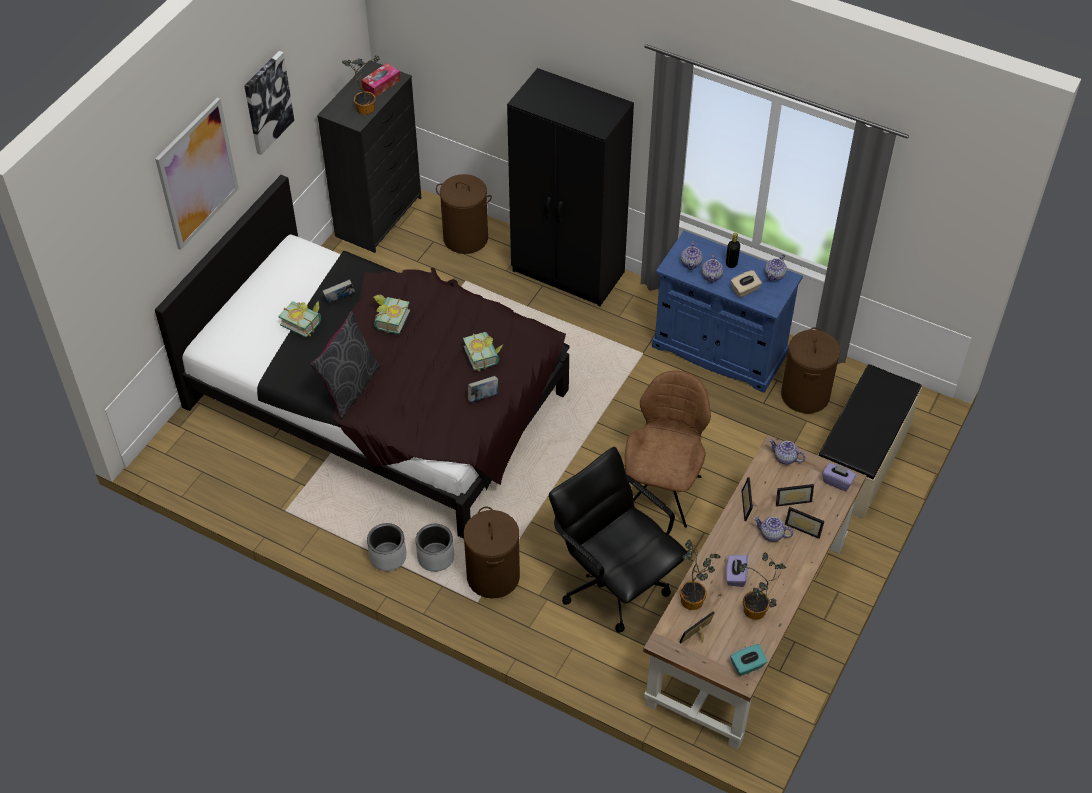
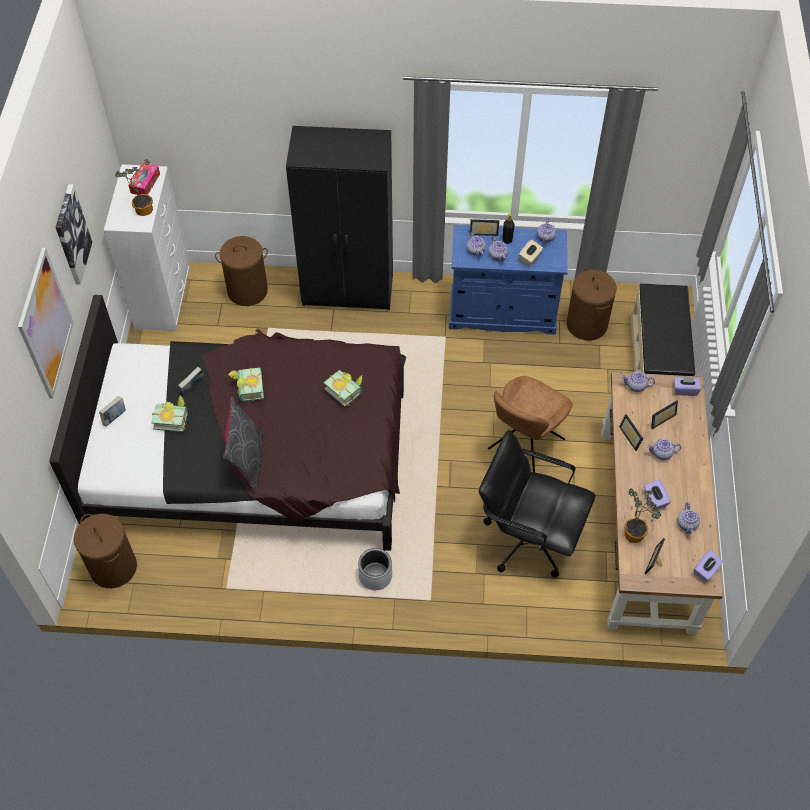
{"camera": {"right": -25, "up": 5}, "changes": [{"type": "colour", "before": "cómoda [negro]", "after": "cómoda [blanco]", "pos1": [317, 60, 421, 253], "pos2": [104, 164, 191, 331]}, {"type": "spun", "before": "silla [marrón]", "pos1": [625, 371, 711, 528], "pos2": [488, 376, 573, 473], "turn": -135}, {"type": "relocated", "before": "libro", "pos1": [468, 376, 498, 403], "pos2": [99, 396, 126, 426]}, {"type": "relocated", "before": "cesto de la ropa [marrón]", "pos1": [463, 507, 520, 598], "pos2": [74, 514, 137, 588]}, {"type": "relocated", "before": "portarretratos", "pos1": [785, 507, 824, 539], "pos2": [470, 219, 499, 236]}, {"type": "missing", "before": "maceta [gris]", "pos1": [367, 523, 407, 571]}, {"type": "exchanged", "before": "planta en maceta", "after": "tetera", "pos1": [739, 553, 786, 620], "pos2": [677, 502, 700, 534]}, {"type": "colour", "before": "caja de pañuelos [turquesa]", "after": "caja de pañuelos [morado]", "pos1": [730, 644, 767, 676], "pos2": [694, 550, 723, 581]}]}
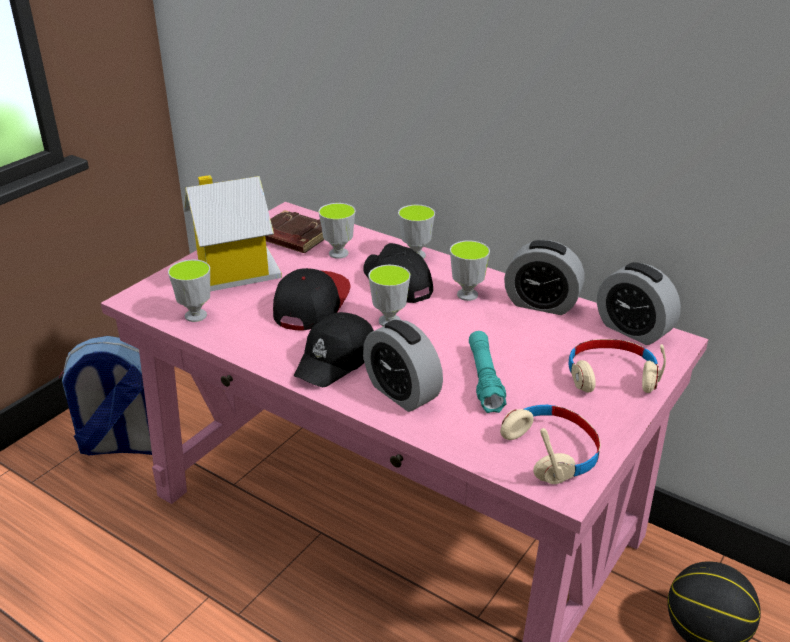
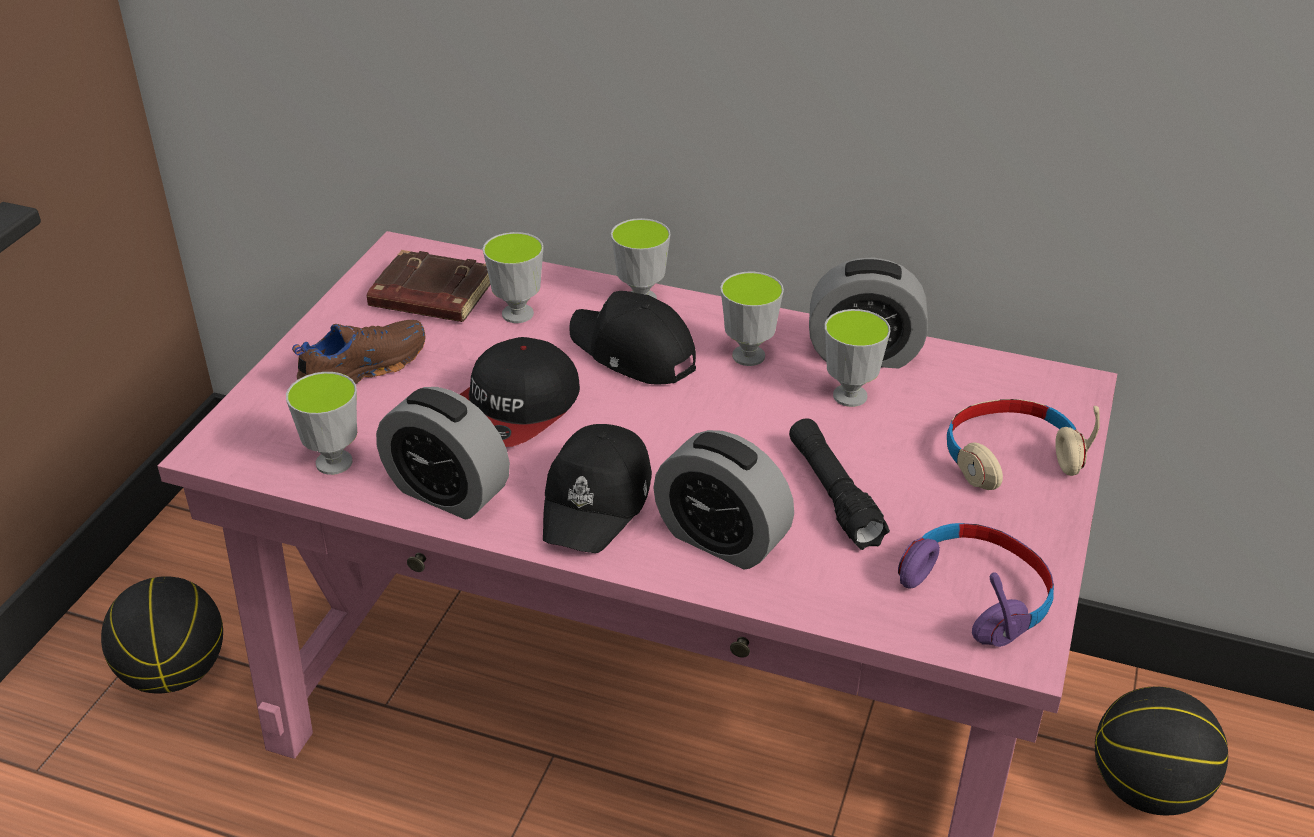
{"camera": {"right": -15, "up": 5}, "changes": [{"type": "exchanged", "before": "casita", "after": "zapato [marrón]", "pos1": [184, 175, 282, 291], "pos2": [292, 320, 425, 384]}, {"type": "relocated", "before": "despertador", "pos1": [597, 262, 681, 345], "pos2": [376, 387, 510, 520]}, {"type": "relocated", "before": "taza", "pos1": [368, 265, 411, 326], "pos2": [825, 309, 890, 407]}, {"type": "spun", "before": "gorra", "pos1": [273, 268, 351, 330], "pos2": [459, 337, 580, 447], "turn": -150}, {"type": "colour", "before": "linterna [turquesa]", "after": "linterna [negro]", "pos1": [469, 331, 507, 413], "pos2": [789, 418, 890, 550]}, {"type": "exchanged", "before": "mochila", "after": "balón de baloncesto", "pos1": [59, 336, 152, 455], "pos2": [101, 576, 223, 693]}, {"type": "colour", "before": "auriculares [beis]", "after": "auriculares [morado]", "pos1": [500, 405, 601, 484], "pos2": [898, 523, 1054, 647]}]}
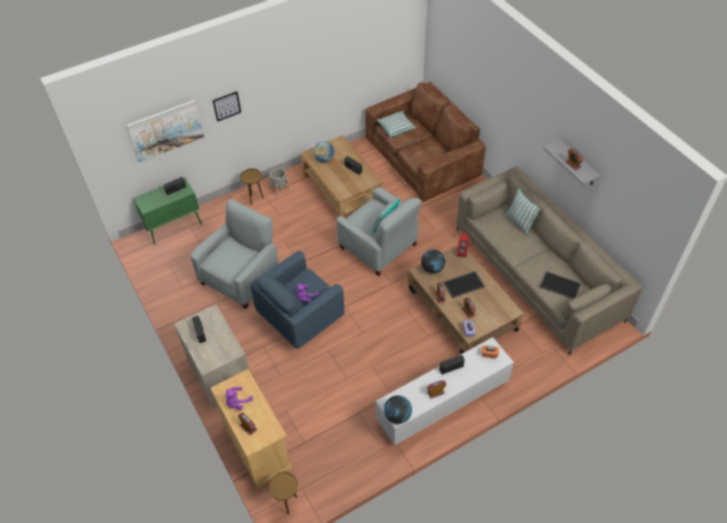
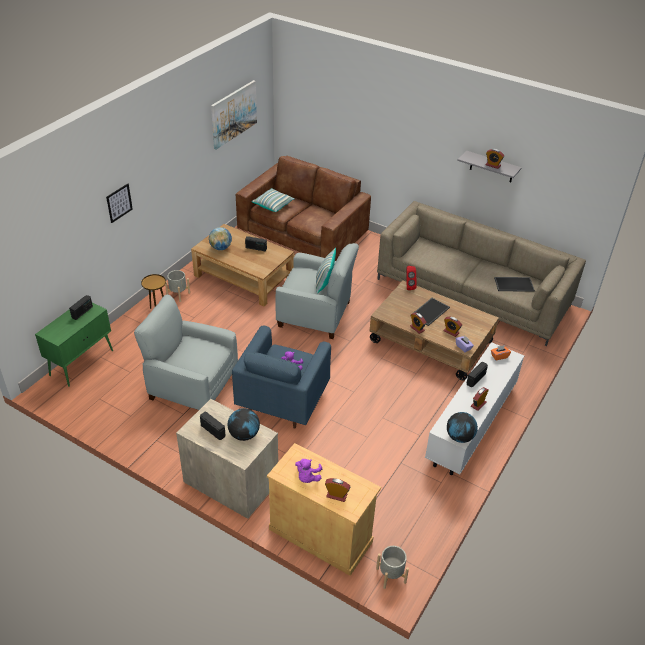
{"camera": {"right": -30, "up": -10}, "changes": [{"type": "relocated", "before": "cuadro", "pos1": [126, 100, 204, 162], "pos2": [211, 80, 257, 150]}, {"type": "missing", "before": "cojín", "pos1": [506, 189, 540, 234]}, {"type": "spun", "before": "sillón [gris]", "pos1": [191, 199, 279, 309], "pos2": [134, 294, 238, 410], "turn": -75}, {"type": "relocated", "before": "globo terráqueo", "pos1": [421, 250, 445, 274], "pos2": [228, 408, 260, 441]}, {"type": "exchanged", "before": "mesa auxiliar [marrón]", "after": "maceta [gris]", "pos1": [269, 472, 298, 515], "pos2": [376, 546, 409, 589]}]}
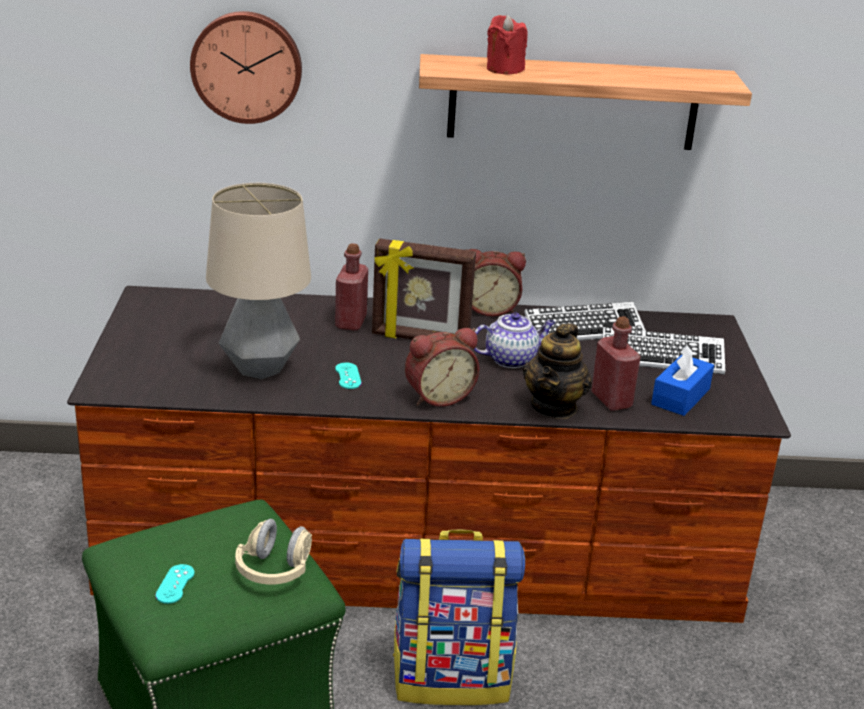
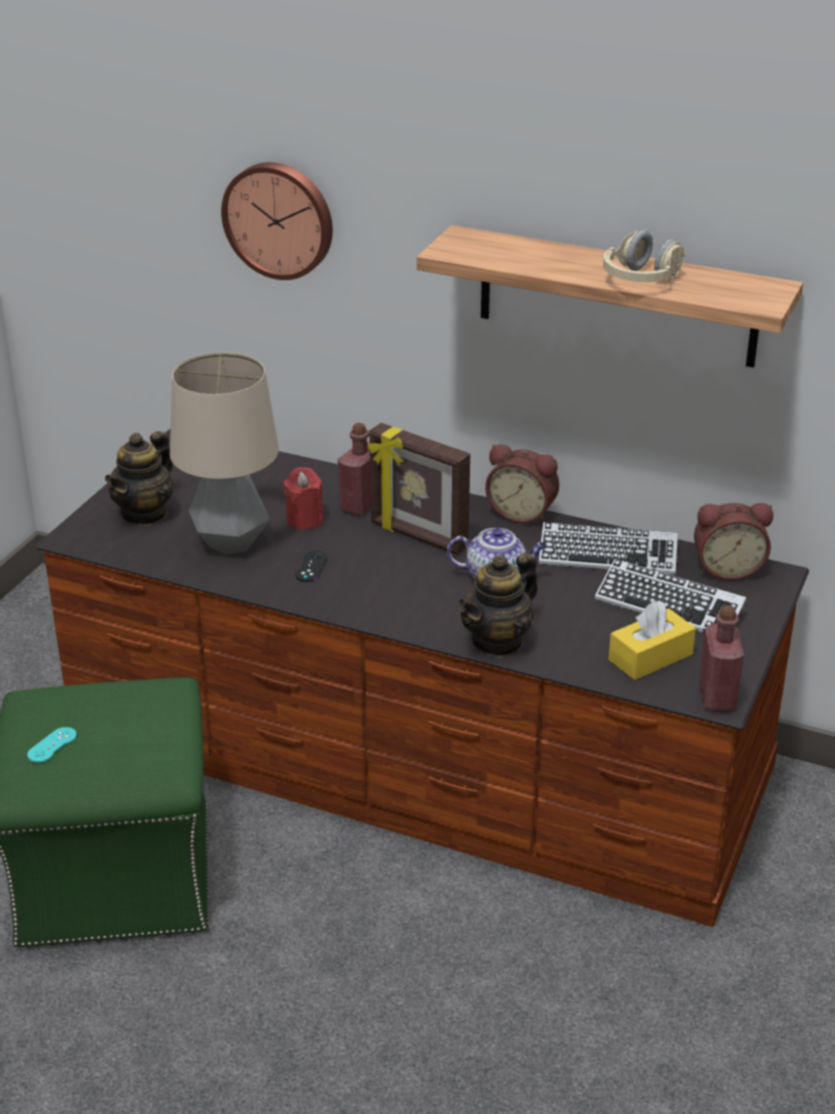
{"camera": {"right": 25, "up": 5}, "changes": [{"type": "relocated", "before": "vela [rojo]", "pos1": [487, 15, 528, 75], "pos2": [283, 467, 324, 529]}, {"type": "relocated", "before": "botella [rojo]", "pos1": [591, 316, 641, 411], "pos2": [699, 605, 744, 711]}, {"type": "relocated", "before": "despertador", "pos1": [405, 328, 480, 407], "pos2": [694, 503, 773, 580]}, {"type": "colour", "before": "caja de pañuelos [azul]", "after": "caja de pañuelos [amarillo]", "pos1": [651, 345, 714, 416], "pos2": [608, 601, 696, 680]}, {"type": "colour", "before": "mando de consola [turquesa]", "after": "mando de consola [negro]", "pos1": [335, 363, 361, 389], "pos2": [295, 551, 327, 582]}, {"type": "relocated", "before": "auriculares [beis]", "pos1": [235, 519, 312, 585], "pos2": [603, 230, 686, 282]}, {"type": "missing", "before": "mochila", "pos1": [393, 530, 525, 705]}, {"type": "appeared", "after": "tetera", "pos2": [105, 431, 173, 526]}]}
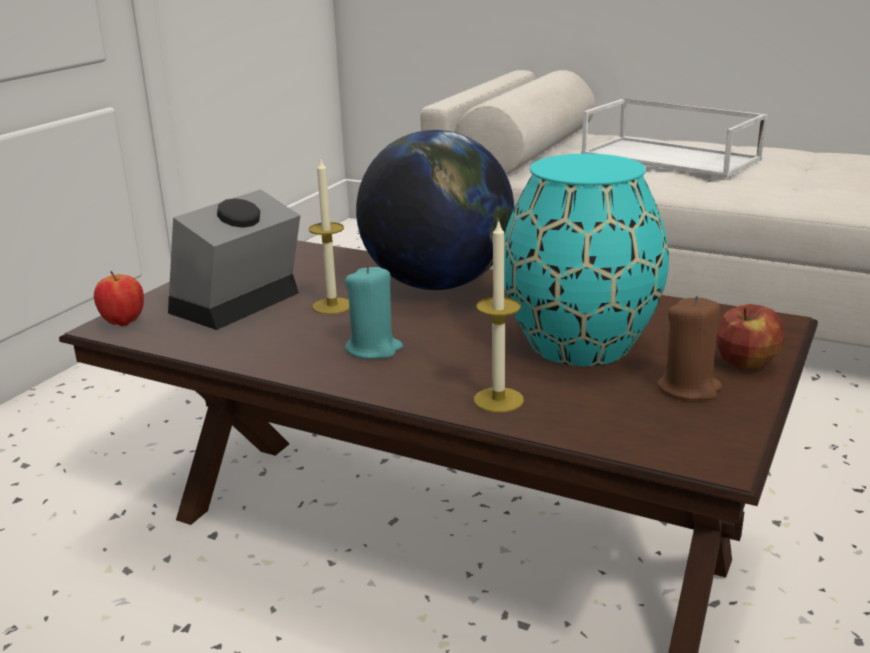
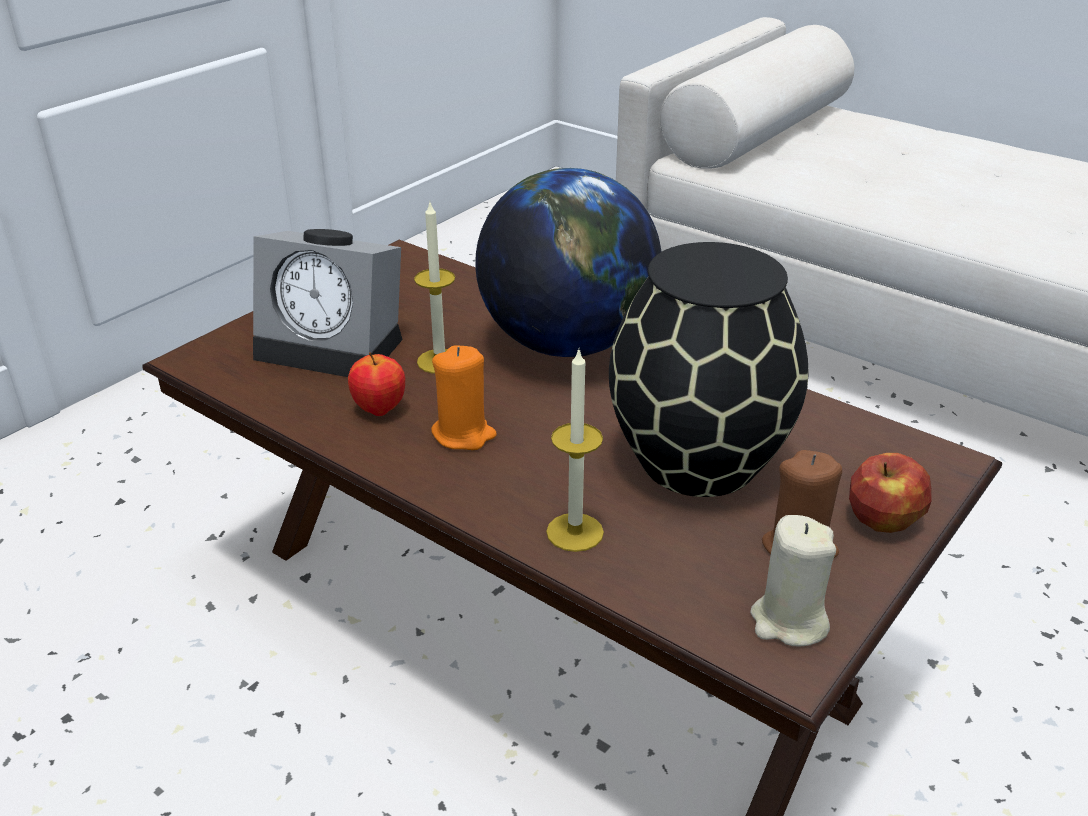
{"camera": {"right": 10, "up": 10}, "changes": [{"type": "missing", "before": "bandeja [blanco]", "pos1": [581, 99, 767, 178]}, {"type": "colour", "before": "florero [turquesa]", "after": "florero [negro]", "pos1": [504, 154, 669, 366], "pos2": [609, 242, 809, 497]}, {"type": "spun", "before": "despertador", "pos1": [168, 189, 300, 330], "pos2": [253, 229, 403, 377], "turn": -120}, {"type": "colour", "before": "vela [turquesa]", "after": "vela [naranja]", "pos1": [345, 265, 403, 359], "pos2": [431, 345, 497, 450]}, {"type": "relocated", "before": "manzana", "pos1": [94, 271, 144, 326], "pos2": [348, 352, 405, 416]}, {"type": "appeared", "after": "vela [beis]", "pos2": [750, 515, 836, 646]}]}
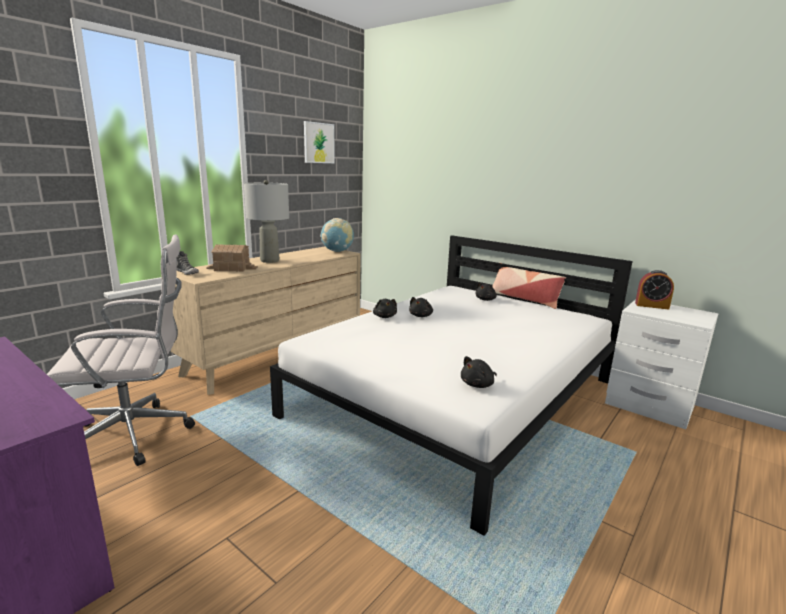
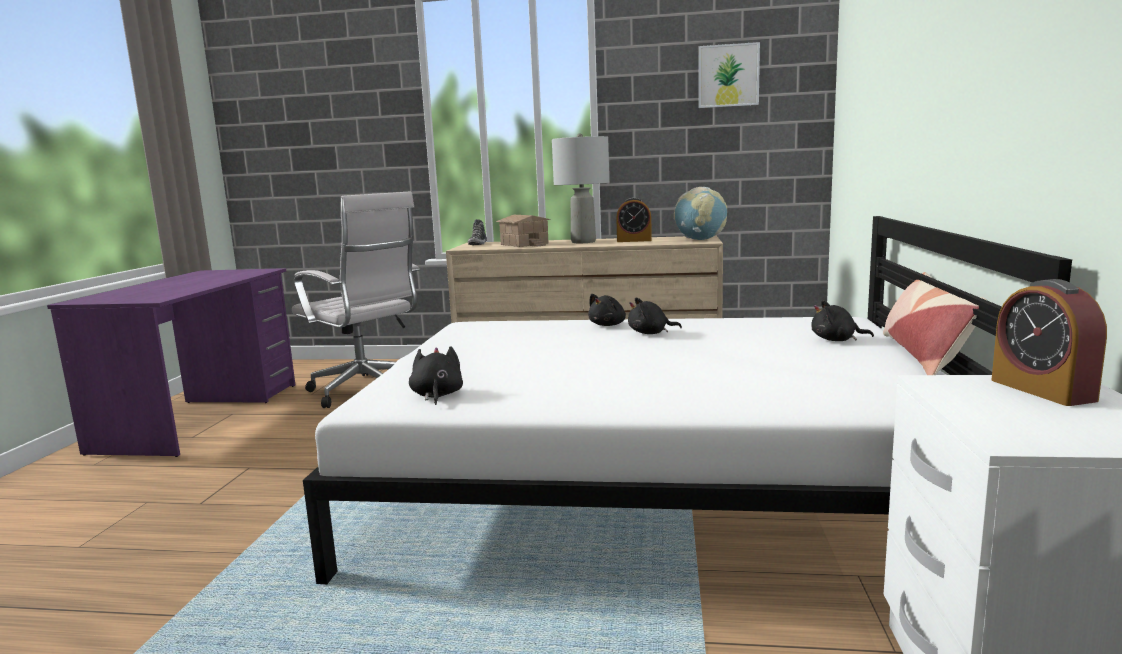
{"camera": {"right": 60, "up": -5}, "changes": [{"type": "spun", "before": "peluche [negro]", "pos1": [461, 356, 497, 388], "pos2": [409, 346, 463, 405], "turn": 60}, {"type": "appeared", "after": "despertador", "pos2": [616, 197, 652, 242]}]}
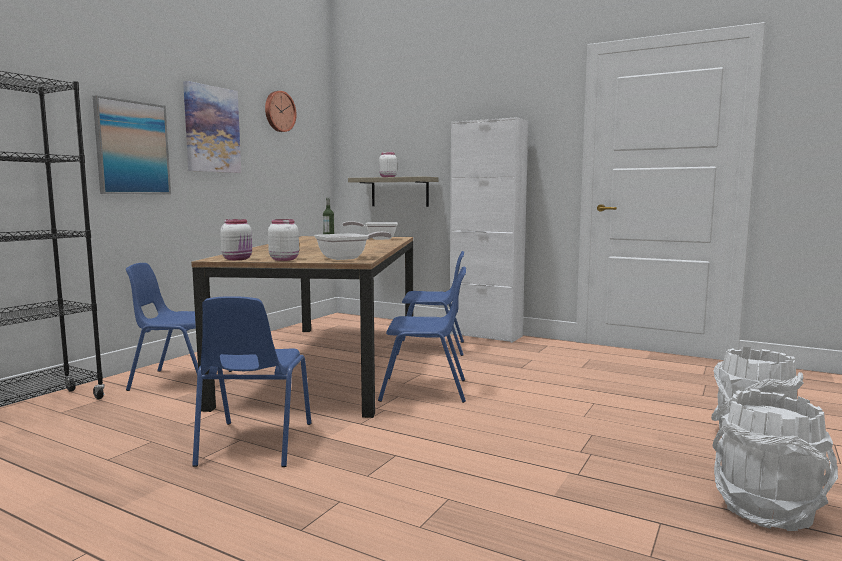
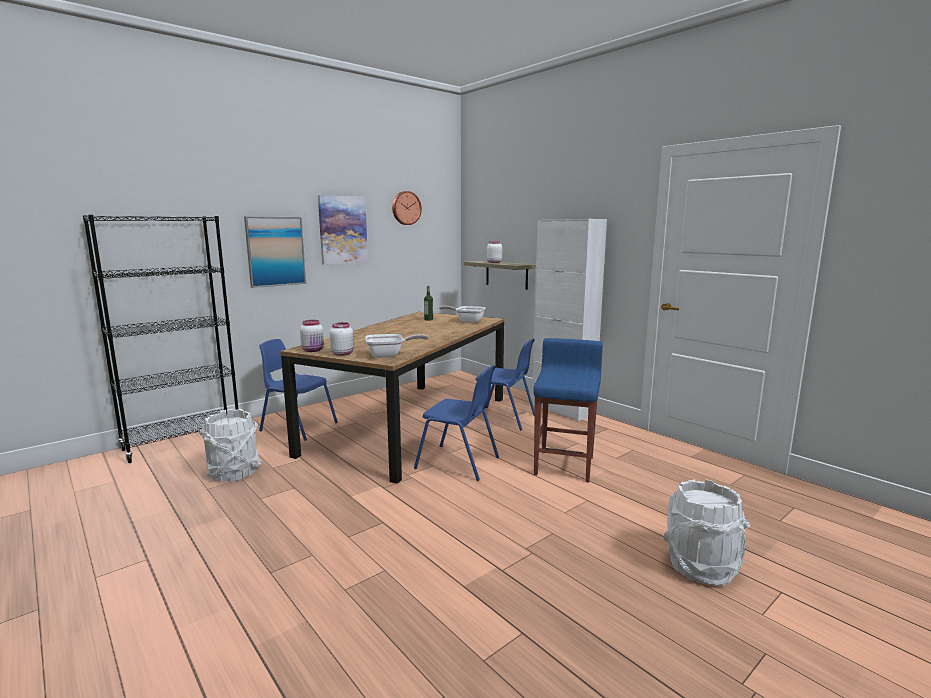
{"camera": {"right": 20, "up": 5}, "changes": [{"type": "missing", "before": "silla [azul]", "pos1": [192, 296, 311, 467]}, {"type": "relocated", "before": "cubo [blanco]", "pos1": [712, 389, 838, 531], "pos2": [200, 409, 261, 482]}, {"type": "appeared", "after": "taburete [azul]", "pos2": [533, 338, 603, 482]}]}
